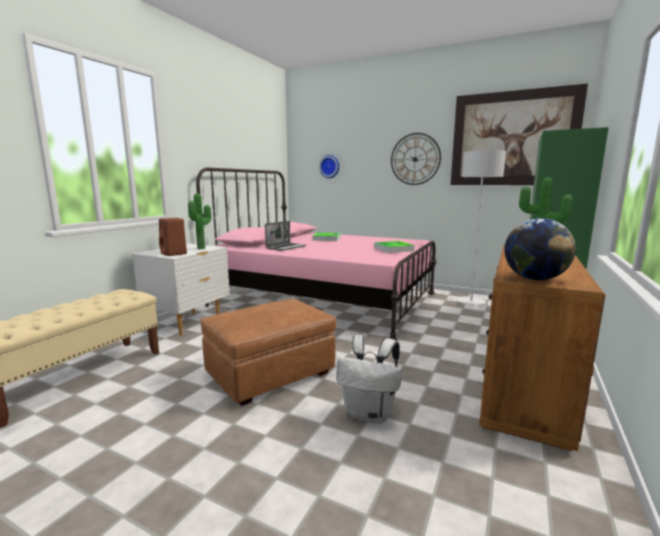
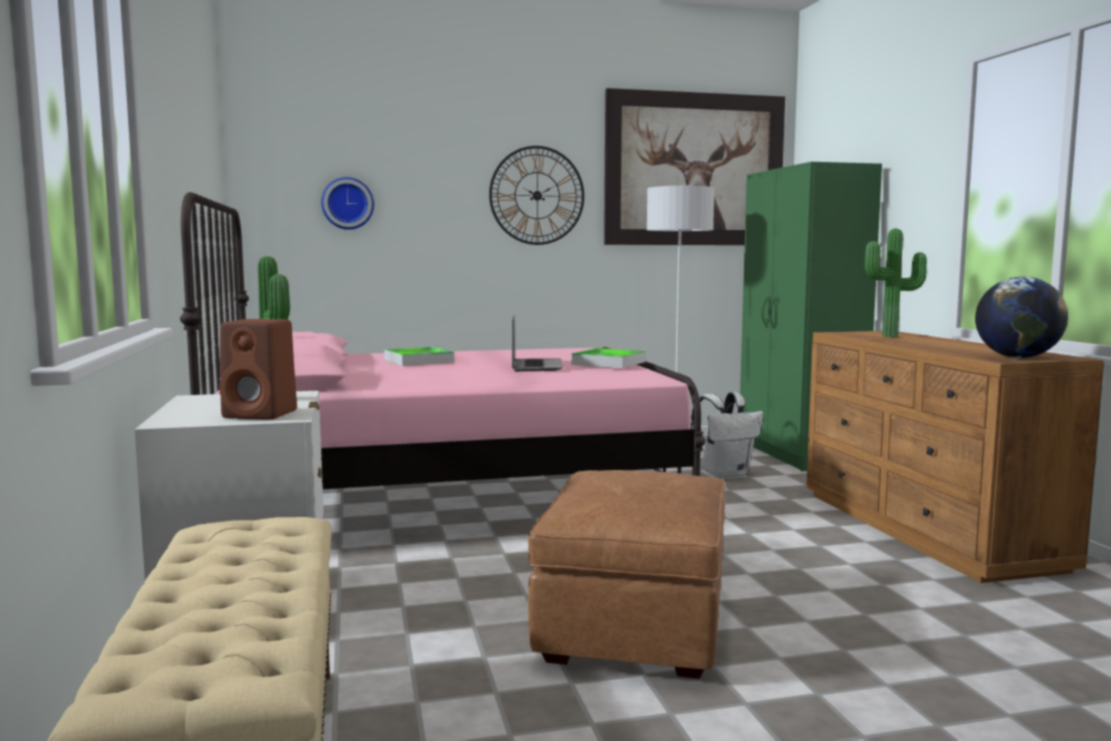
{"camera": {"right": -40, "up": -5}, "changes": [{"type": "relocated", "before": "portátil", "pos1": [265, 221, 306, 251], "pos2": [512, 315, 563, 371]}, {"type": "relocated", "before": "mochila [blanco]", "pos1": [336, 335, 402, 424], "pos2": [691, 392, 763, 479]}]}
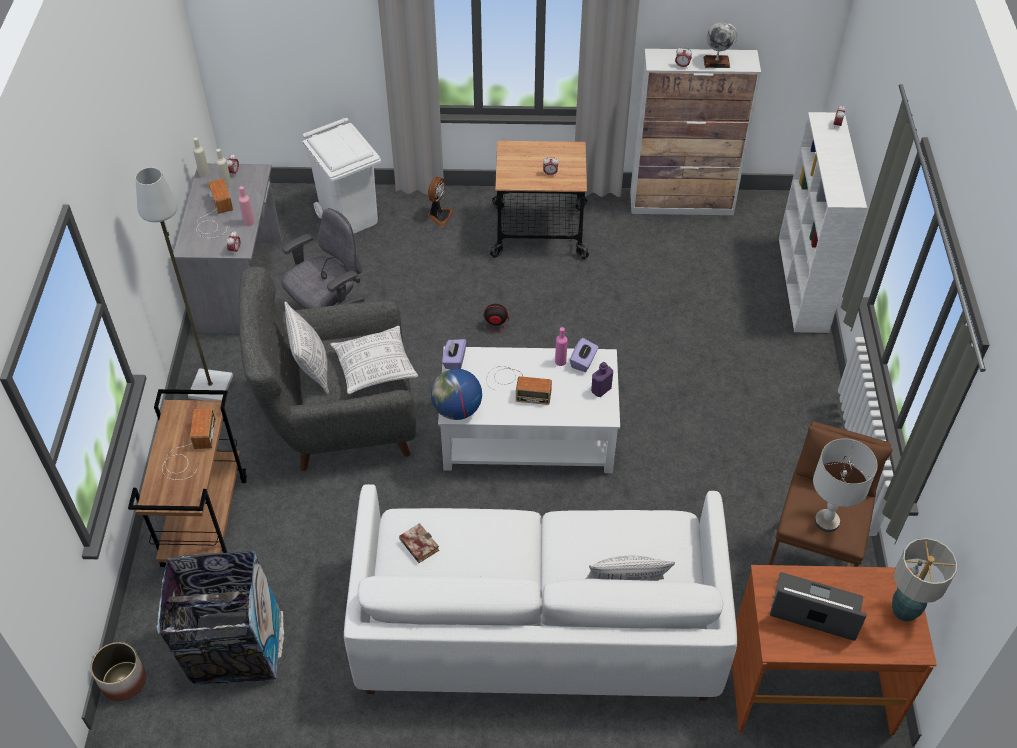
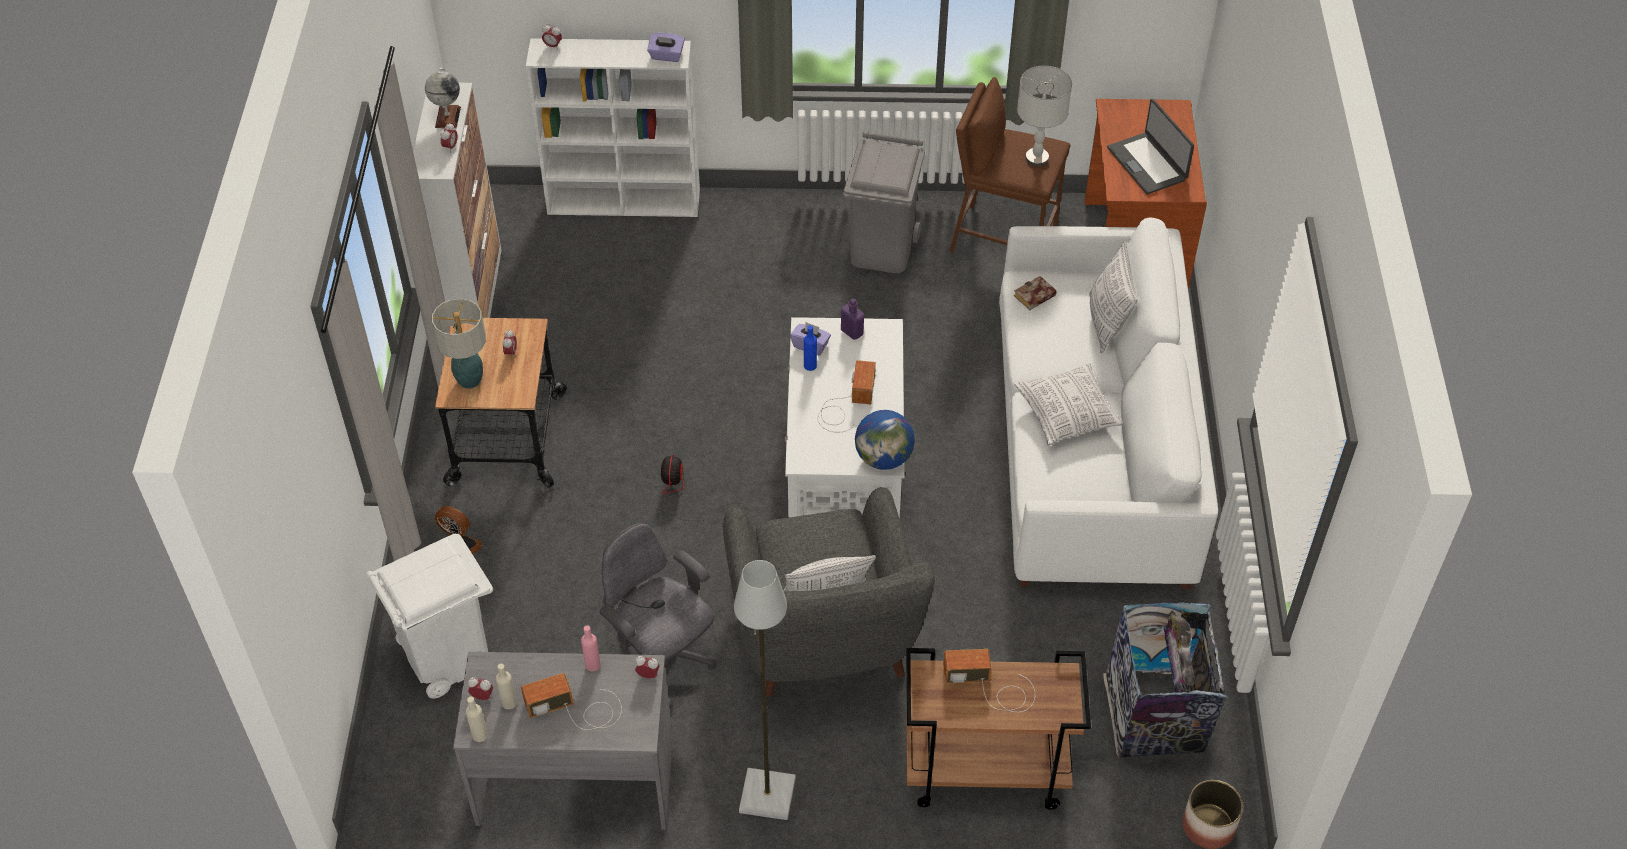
{"camera": {"right": -90, "up": 0}, "changes": [{"type": "relocated", "before": "cojín", "pos1": [330, 326, 418, 394], "pos2": [1014, 363, 1123, 446]}, {"type": "colour", "before": "botella [rosa]", "after": "botella [azul]", "pos1": [555, 327, 568, 366], "pos2": [804, 325, 817, 371]}, {"type": "relocated", "before": "caja de pañuelos [morado]", "pos1": [442, 339, 466, 369], "pos2": [647, 33, 685, 62]}, {"type": "relocated", "before": "libro", "pos1": [399, 523, 439, 563], "pos2": [1014, 276, 1057, 310]}, {"type": "relocated", "before": "lámpara de mesa", "pos1": [892, 538, 957, 622], "pos2": [432, 298, 486, 389]}, {"type": "spun", "before": "portátil", "pos1": [770, 572, 867, 641], "pos2": [1107, 99, 1194, 194], "turn": -45}, {"type": "appeared", "after": "papelera [gris]", "pos2": [843, 132, 925, 273]}]}
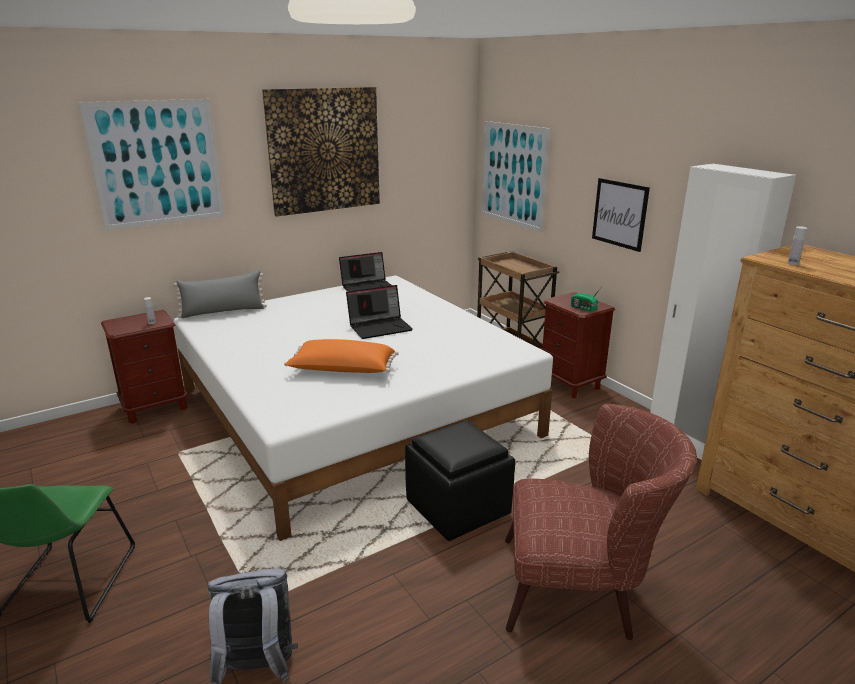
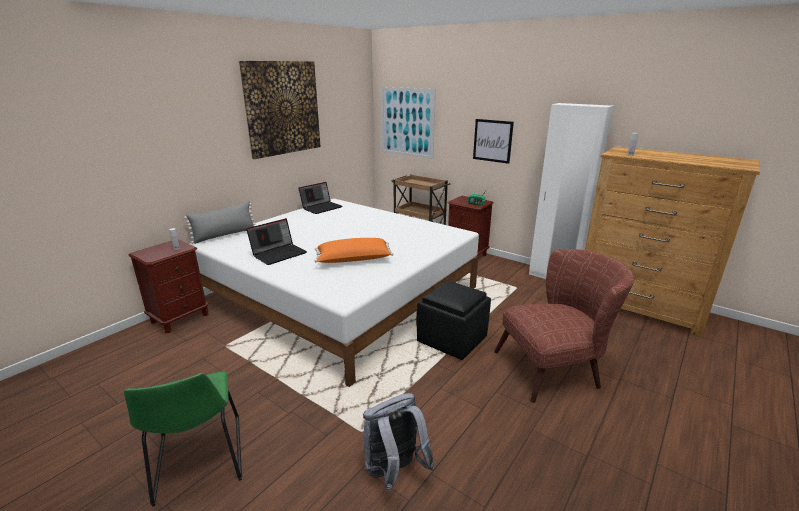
{"camera": {"right": -20, "up": 0}, "changes": [{"type": "missing", "before": "cuadro", "pos1": [78, 99, 225, 230]}, {"type": "relocated", "before": "portátil", "pos1": [346, 285, 413, 339], "pos2": [246, 218, 307, 265]}]}
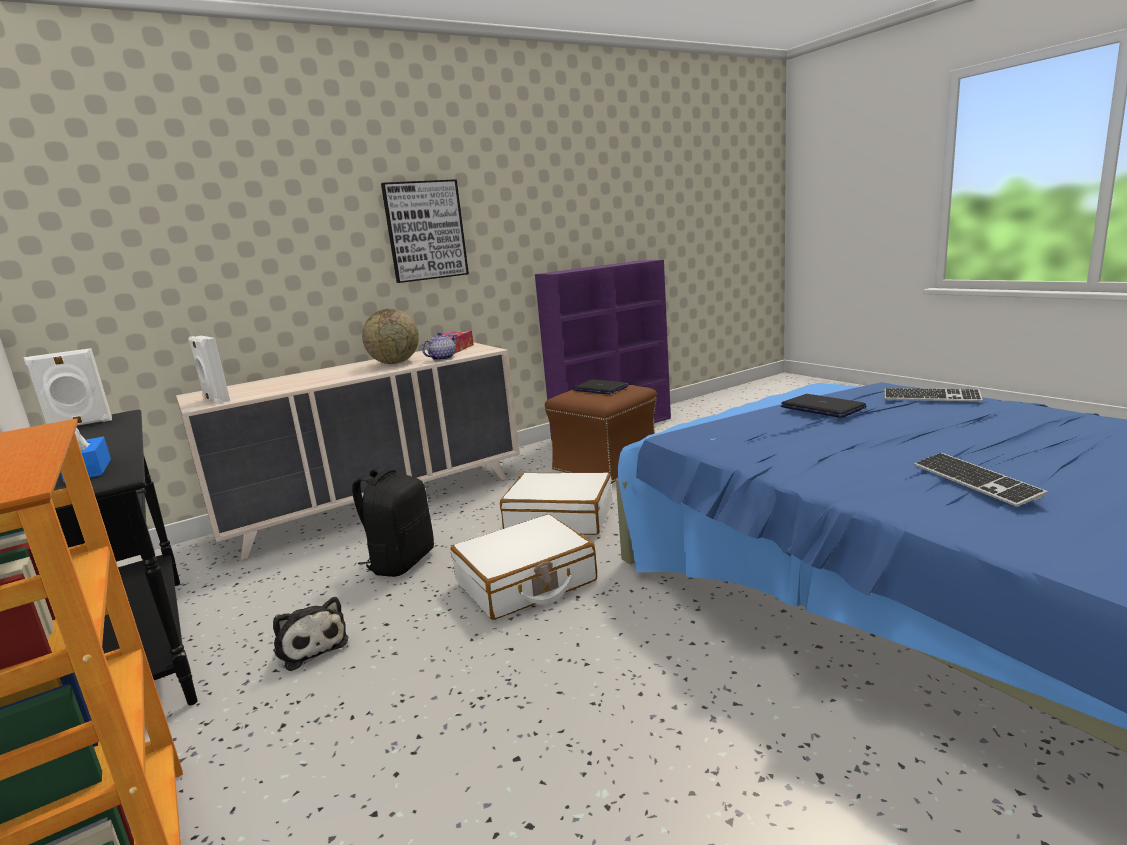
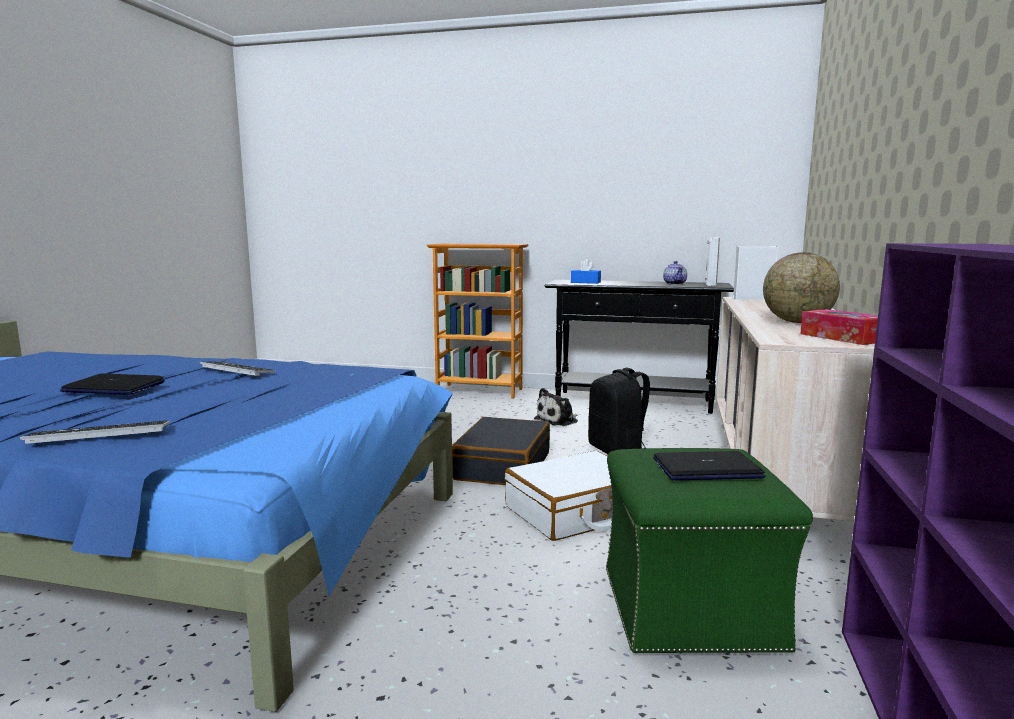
{"camera": {"right": 135, "up": -5}, "changes": [{"type": "missing", "before": "cuadro", "pos1": [381, 179, 469, 283]}, {"type": "relocated", "before": "tetera", "pos1": [422, 332, 458, 360], "pos2": [663, 261, 687, 285]}, {"type": "colour", "before": "puf [marrón]", "after": "puf [verde]", "pos1": [545, 385, 657, 484], "pos2": [606, 448, 813, 654]}, {"type": "relocated", "before": "portátil", "pos1": [781, 394, 866, 418], "pos2": [60, 373, 165, 395]}, {"type": "relocated", "before": "teclado", "pos1": [914, 453, 1047, 507], "pos2": [200, 361, 276, 376]}, {"type": "colour", "before": "maleta [blanco]", "after": "maleta [negro]", "pos1": [451, 514, 597, 620], "pos2": [452, 417, 550, 485]}, {"type": "spun", "before": "peluche", "pos1": [273, 597, 349, 671], "pos2": [534, 388, 578, 426], "turn": -45}]}
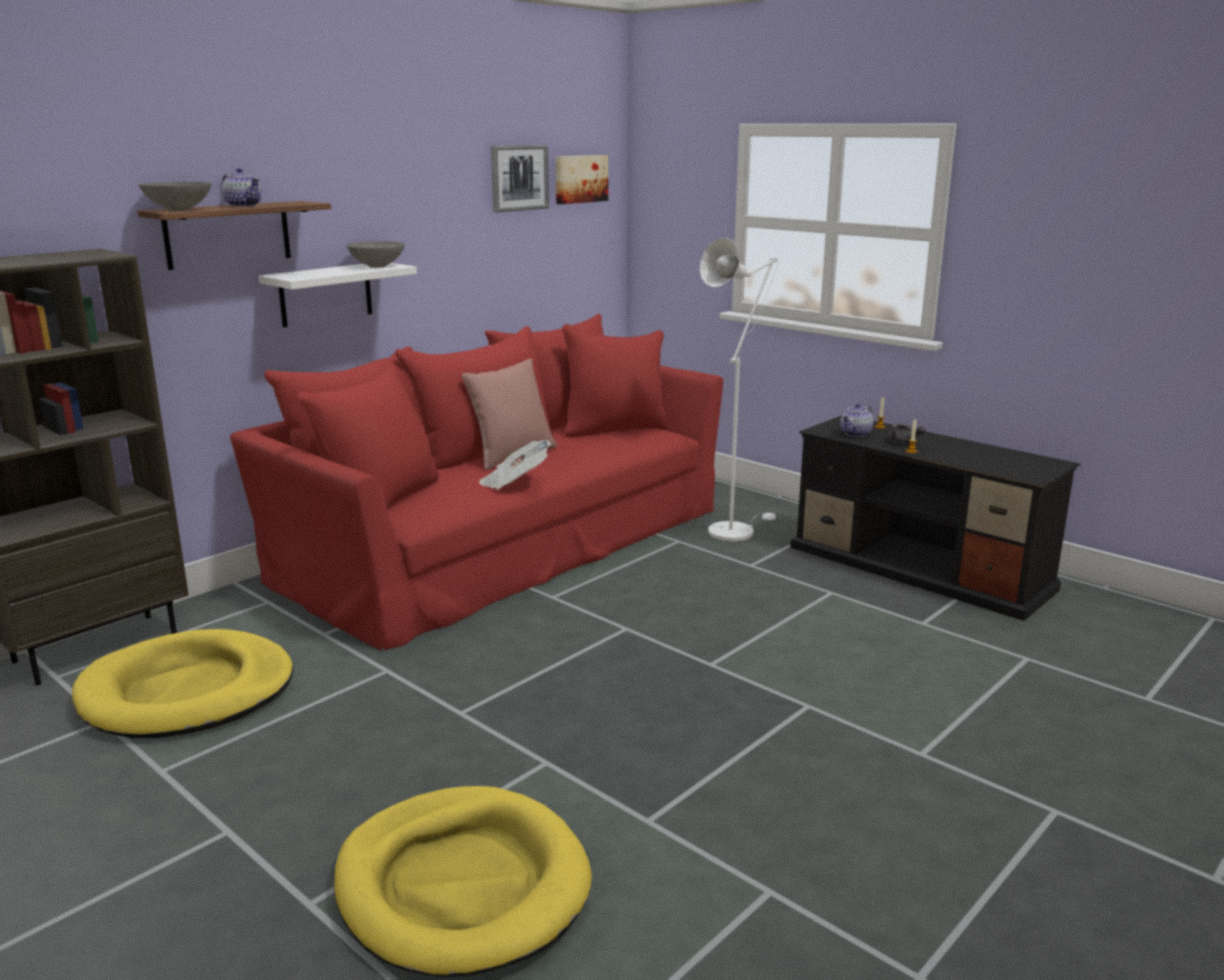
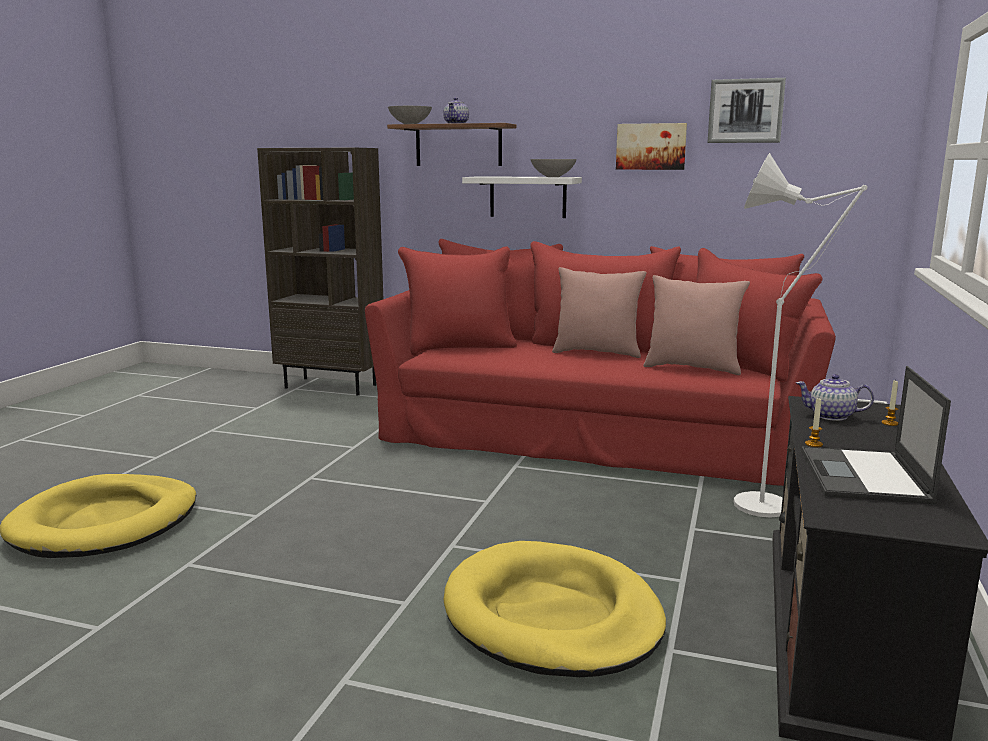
{"camera": {"right": 65, "up": -5}, "changes": [{"type": "relocated", "before": "cuadro", "pos1": [556, 155, 608, 204], "pos2": [616, 123, 687, 170]}, {"type": "missing", "before": "tetera [gris]", "pos1": [887, 424, 925, 444]}, {"type": "missing", "before": "periódico", "pos1": [479, 440, 551, 490]}, {"type": "relocated", "before": "cama para perro [amarillo]", "pos1": [72, 629, 293, 738], "pos2": [444, 541, 666, 677]}, {"type": "appeared", "after": "cojín [rosa]", "pos2": [643, 275, 750, 375]}, {"type": "appeared", "after": "portátil", "pos2": [801, 366, 951, 505]}]}
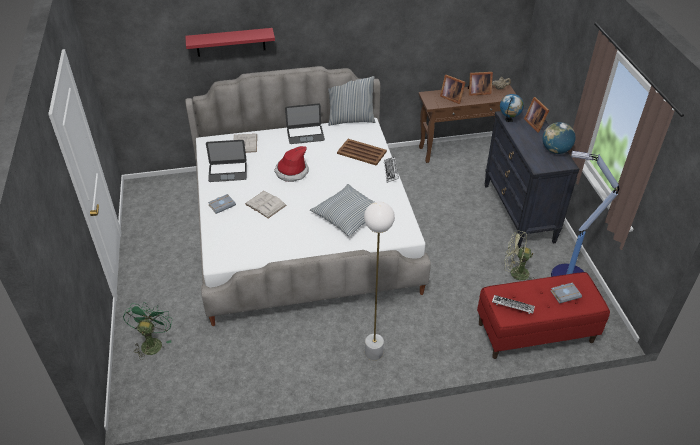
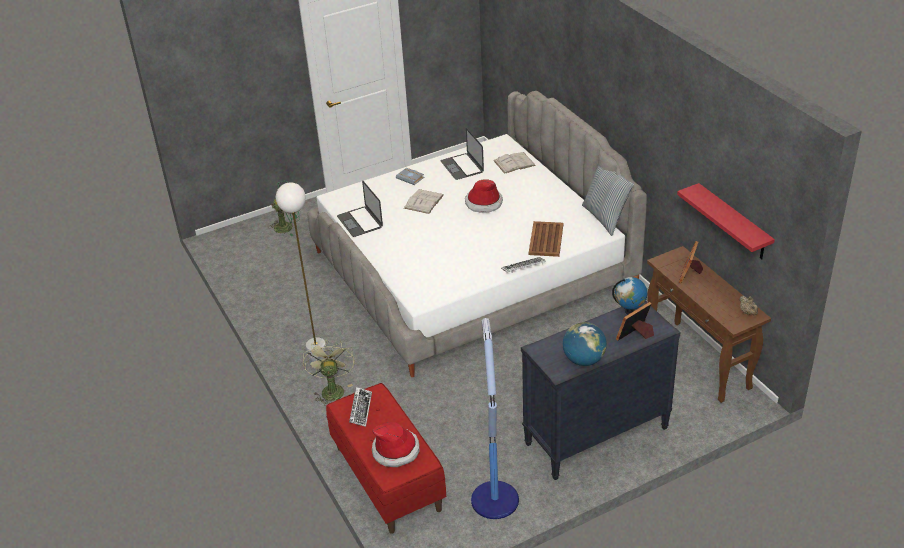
{"camera": {"right": 75, "up": -5}, "changes": [{"type": "relocated", "before": "estante [rojo]", "pos1": [185, 28, 275, 57], "pos2": [677, 183, 775, 260]}, {"type": "missing", "before": "portarretratos", "pos1": [468, 72, 493, 96]}, {"type": "relocated", "before": "portátil", "pos1": [285, 103, 325, 144], "pos2": [337, 180, 383, 237]}, {"type": "missing", "before": "cojín", "pos1": [310, 184, 374, 237]}, {"type": "relocated", "before": "ventilador [verde]", "pos1": [504, 231, 533, 280], "pos2": [303, 341, 355, 404]}, {"type": "exchanged", "before": "libro [gris]", "after": "sombrero", "pos1": [550, 282, 582, 304], "pos2": [372, 422, 420, 467]}]}
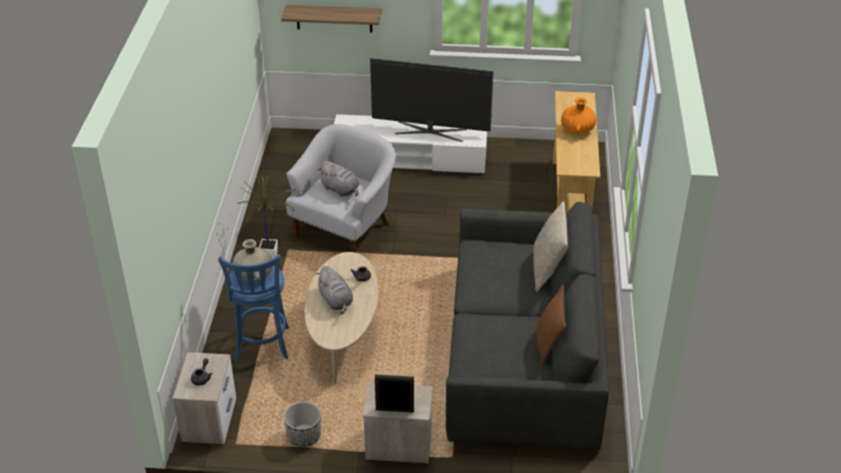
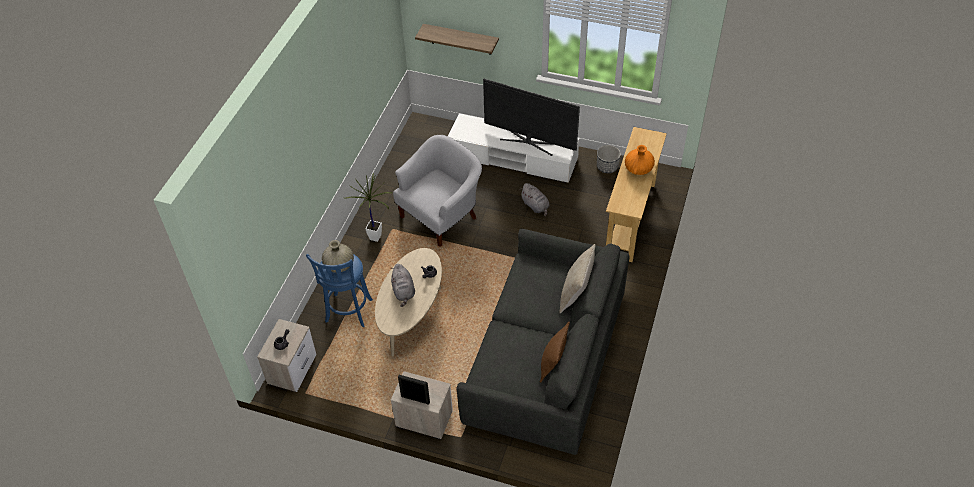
{"camera": {"right": 15, "up": 10}, "changes": [{"type": "relocated", "before": "peluche [gris]", "pos1": [317, 161, 359, 197], "pos2": [521, 183, 550, 216]}, {"type": "relocated", "before": "maceta", "pos1": [284, 401, 321, 447], "pos2": [597, 145, 621, 173]}]}
